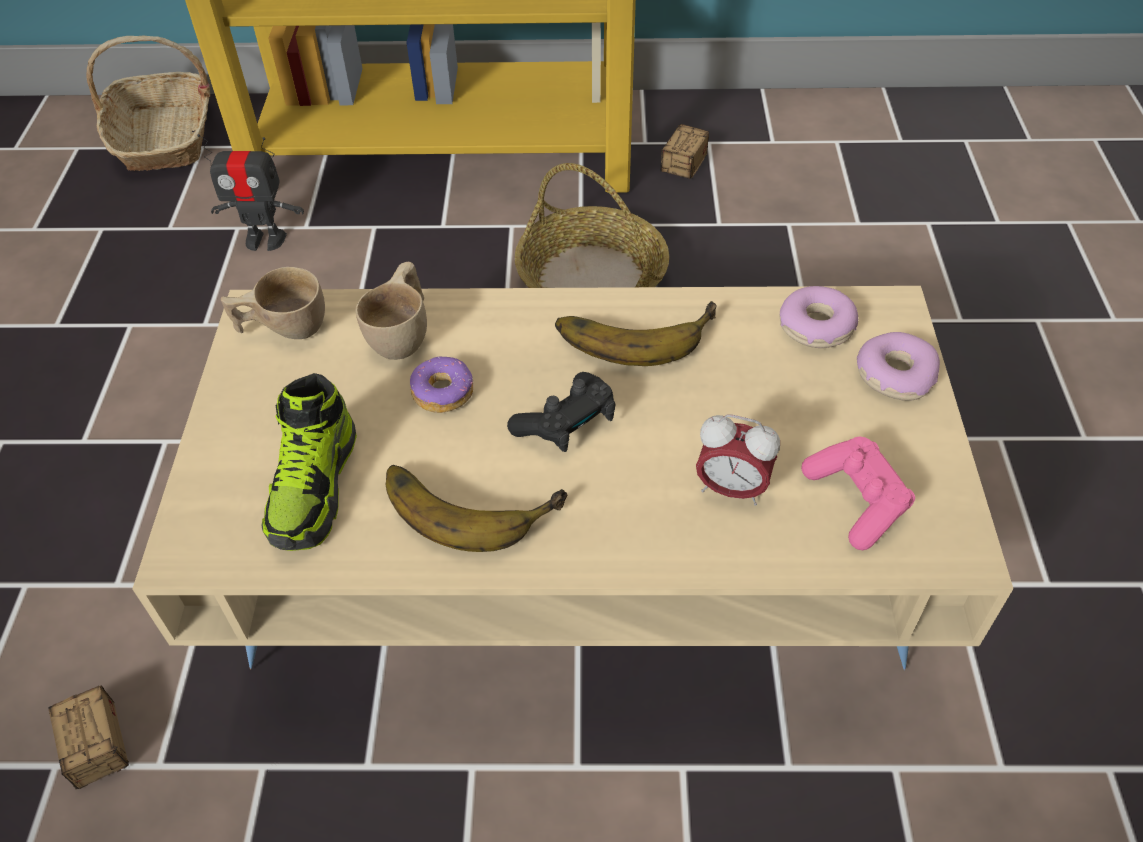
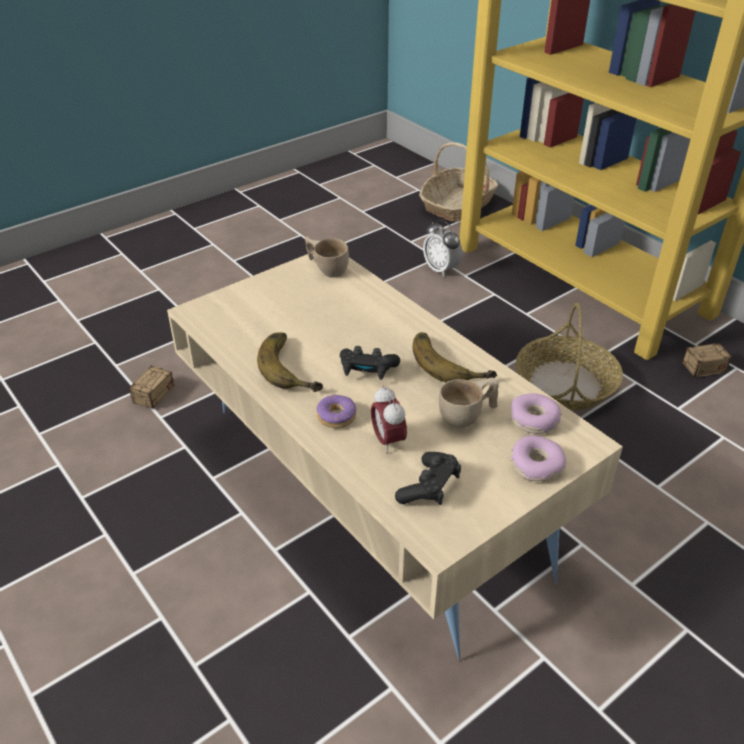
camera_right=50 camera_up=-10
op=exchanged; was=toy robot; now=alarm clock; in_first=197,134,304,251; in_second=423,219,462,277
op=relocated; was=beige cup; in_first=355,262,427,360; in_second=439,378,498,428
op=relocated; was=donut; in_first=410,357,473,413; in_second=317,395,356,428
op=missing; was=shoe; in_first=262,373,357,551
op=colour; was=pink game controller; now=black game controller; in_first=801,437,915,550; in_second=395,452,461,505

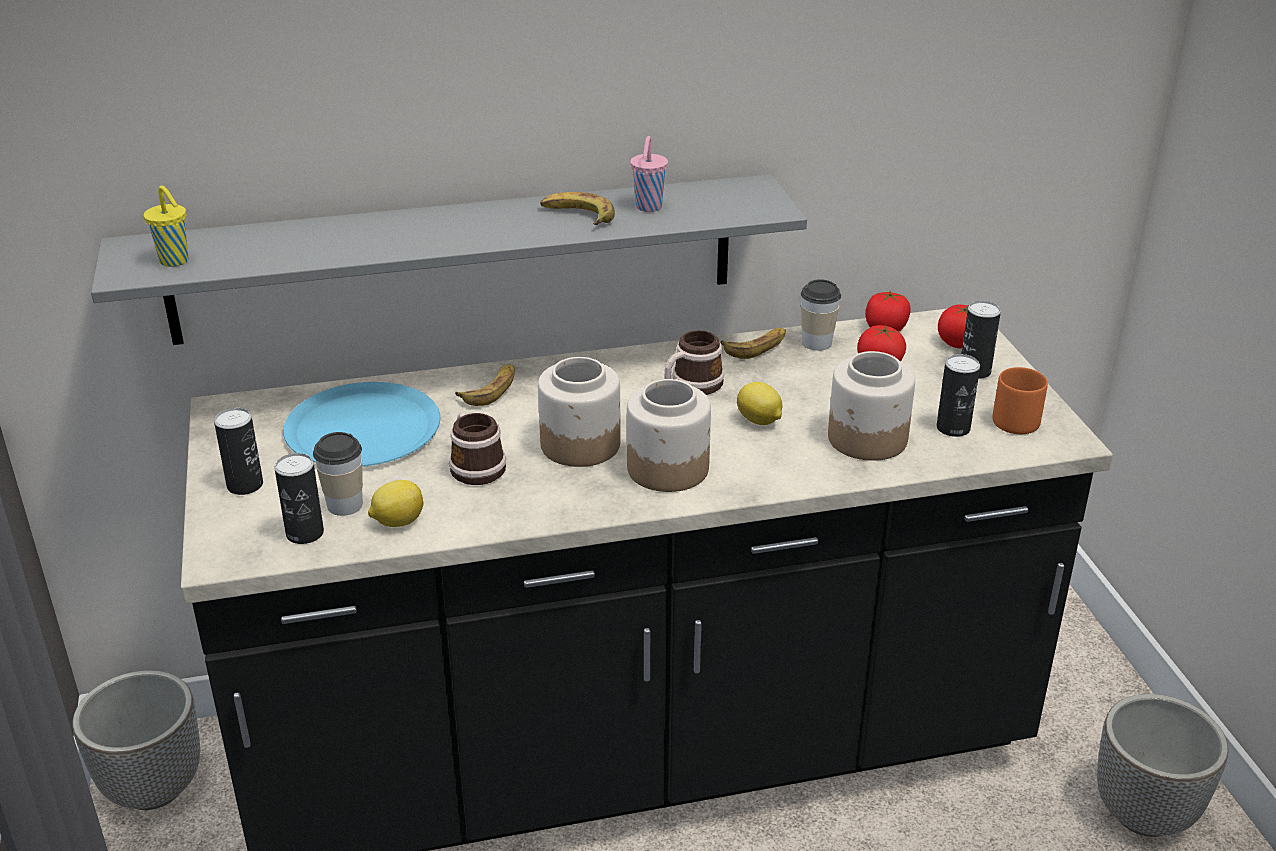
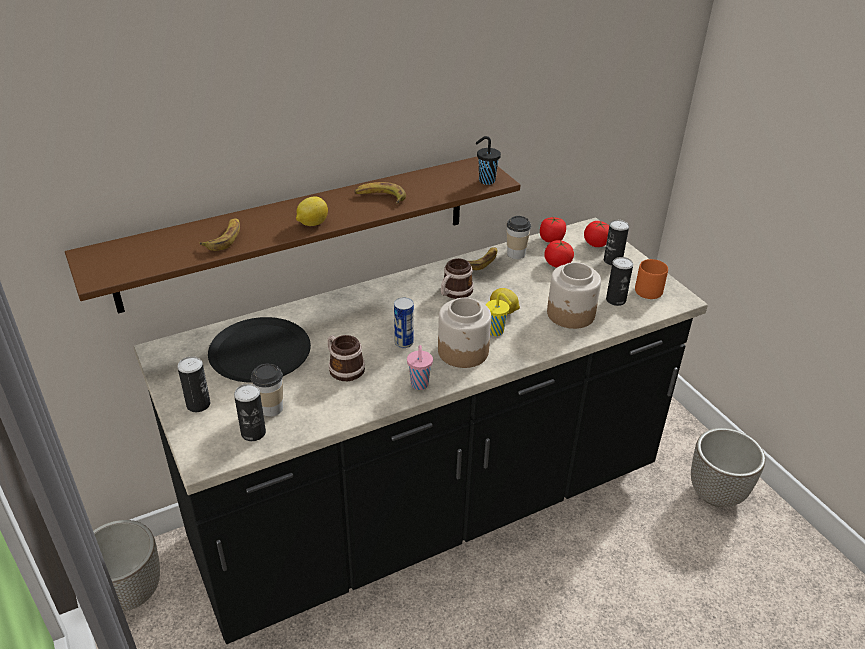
camera_right=-15 camera_up=5
op=relocated; was=pink cup; in_first=630,136,668,212; in_second=407,345,433,390
op=colour; was=grey shelf; now=brown shelf; in_first=91,174,807,345; in_second=65,157,520,314
op=relocated; was=yellow cup; in_first=144,186,189,267; in_second=486,293,512,336
op=exchanged; was=jar; now=can; in_first=538,357,621,467; in_second=394,297,414,348
op=relocated; was=banana; in_first=455,365,515,406; in_second=199,218,240,251
op=colour; was=blue plate; now=black plate; in_first=283,382,440,467; in_second=208,317,311,383
op=relocated; was=lemon; in_first=368,480,424,527; in_second=296,197,328,226
op=appeared; now=black cup; in_second=476,136,501,185

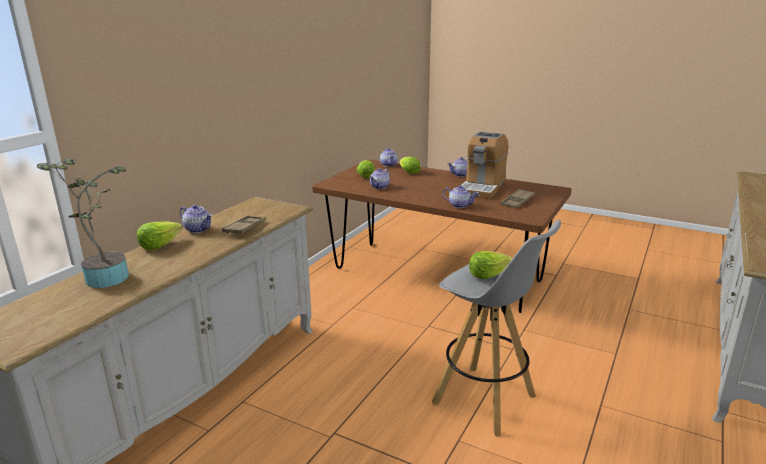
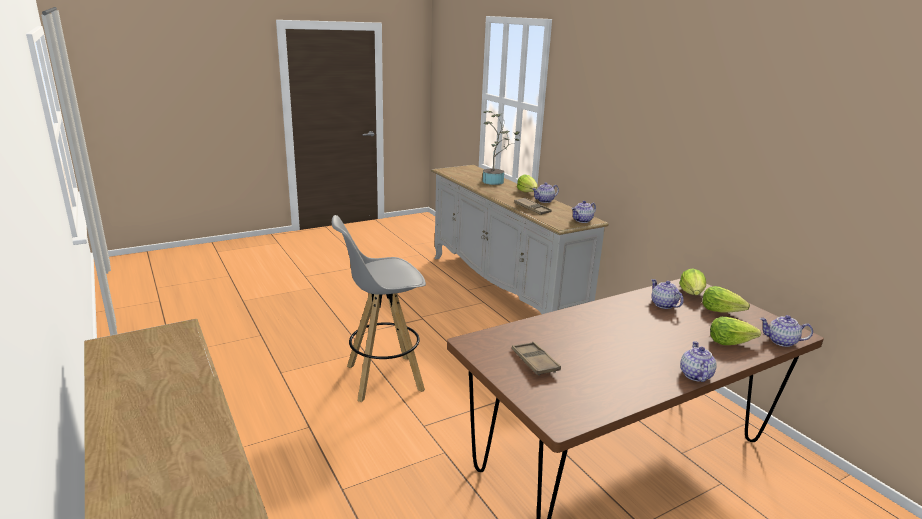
camera_right=120 camera_up=0
op=missing; was=coffee machine; in_first=462,131,508,199
op=relocated; was=teapot; in_first=443,185,478,208; in_second=571,201,596,223
op=relocated; was=lettuce; in_first=469,251,513,279; in_second=679,268,706,295

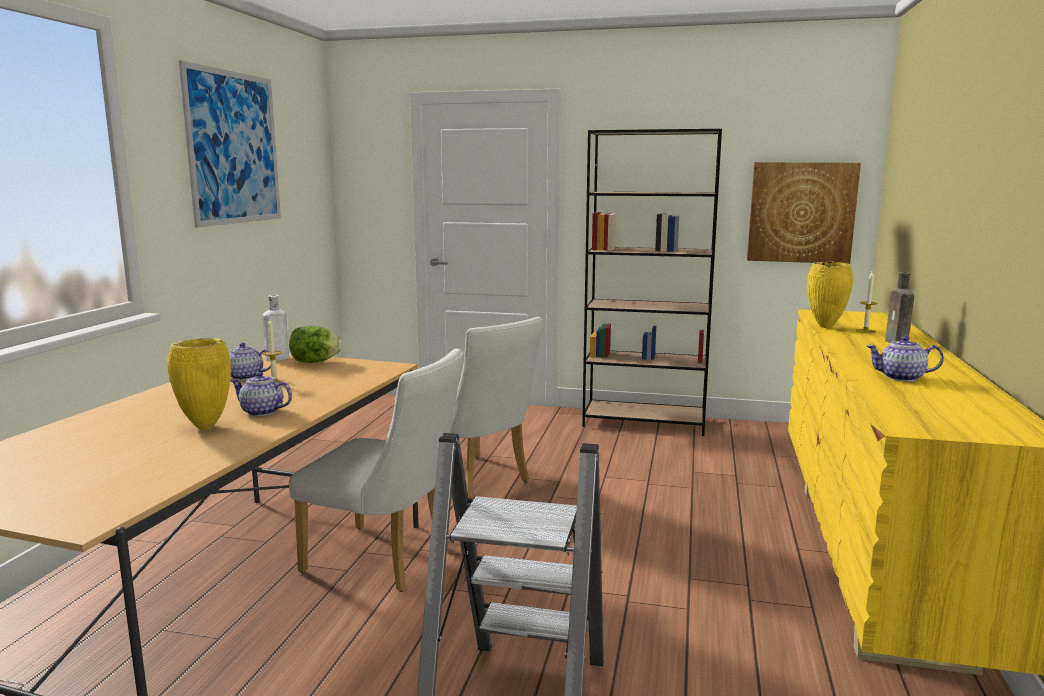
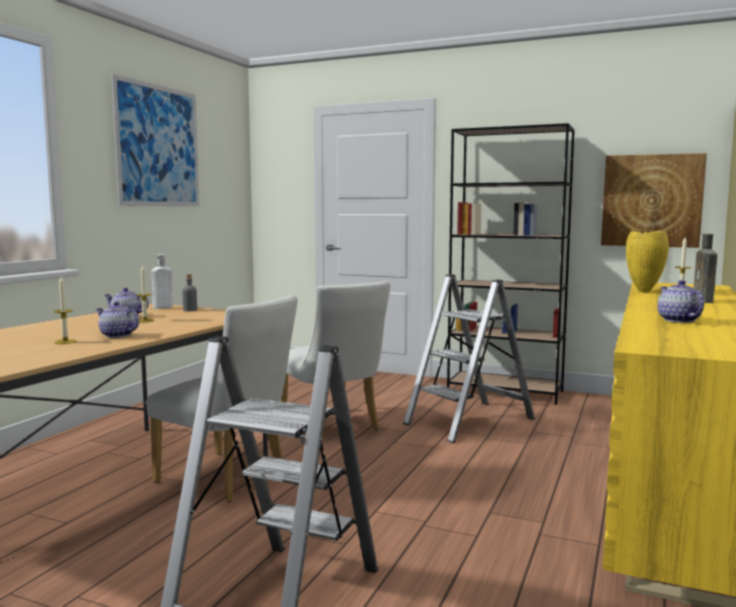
camera_right=10 camera_up=-5
op=exchanged; was=lettuce; now=grey bottle; in_first=289,326,342,363; in_second=182,274,197,311
op=spun; was=teapot; in_first=867,336,944,382; in_second=657,280,704,323; clockwise=60
op=exchanged; was=yellow vase; now=candle; in_first=167,338,231,430; in_second=54,277,77,344
op=appeared; now=grey step ladder; in_second=403,274,535,443

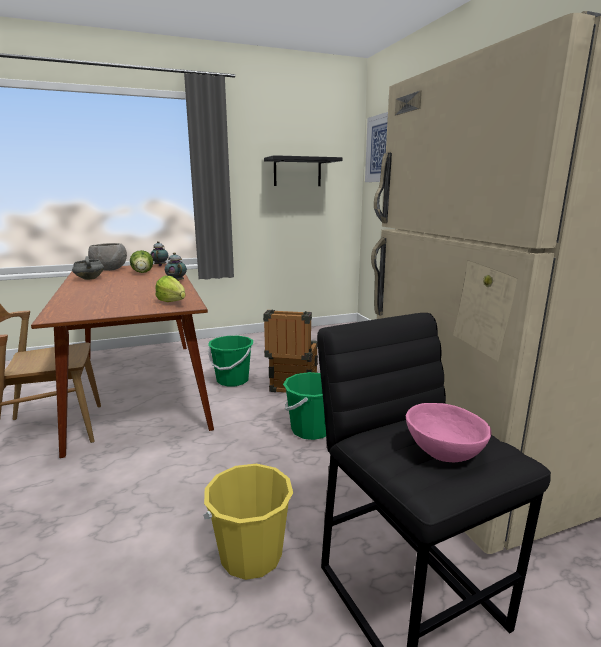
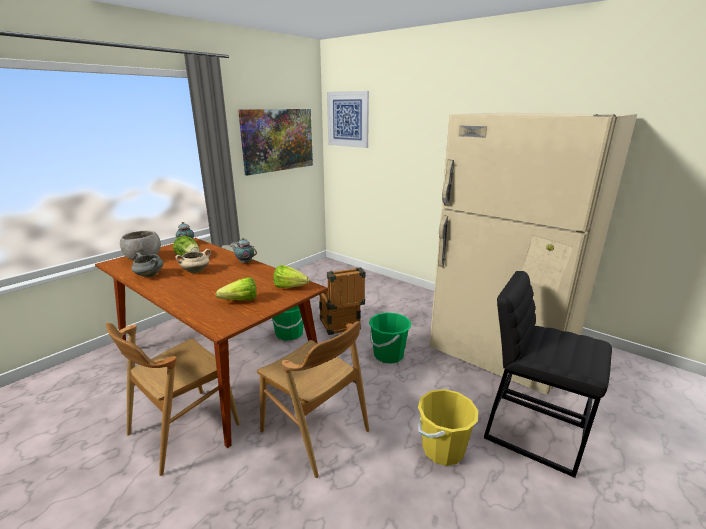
camera_right=-30 camera_up=5
op=exchanged; was=black shelf; now=picture; in_first=264,155,342,186; in_second=238,109,313,175
op=missing; was=pink bowl; in_first=406,403,491,462
op=appeared; now=beige cooking pot; in_second=175,249,211,273
op=appeared; now=lettuce; in_second=216,277,257,300
op=appeared; now=brown chair; in_second=257,321,369,478

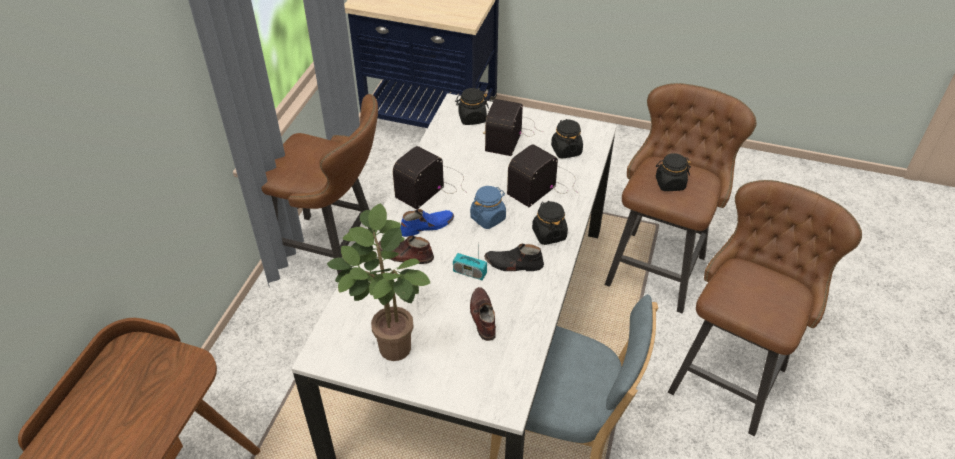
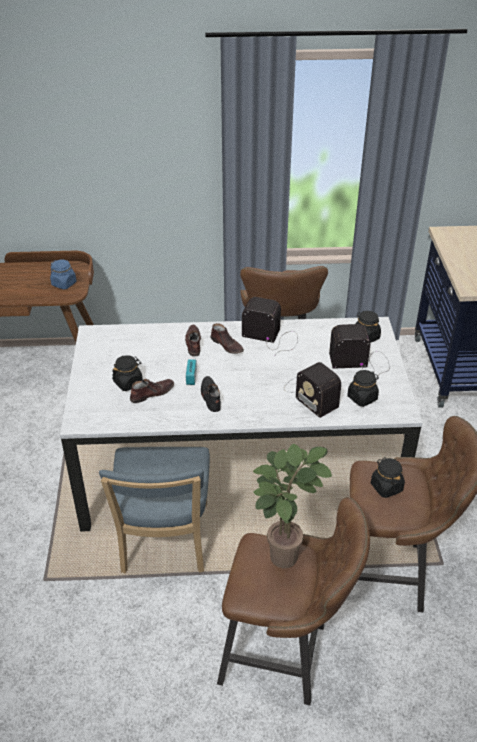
camera_right=70 camera_up=-5
op=spun; was=radio; in_first=507,144,579,207; in_second=284,362,341,418; clockwise=-150
op=relocated; was=blue jar; in_first=470,186,506,229; in_second=50,259,76,289
op=relocated; was=black jar; in_first=532,200,568,245; in_second=112,355,143,391
op=relocated; was=potted plant; in_first=327,203,430,361; in_second=253,444,332,568
op=colour; was=blue shoe; now=brown shoe; in_first=400,209,454,237; in_second=210,323,244,354

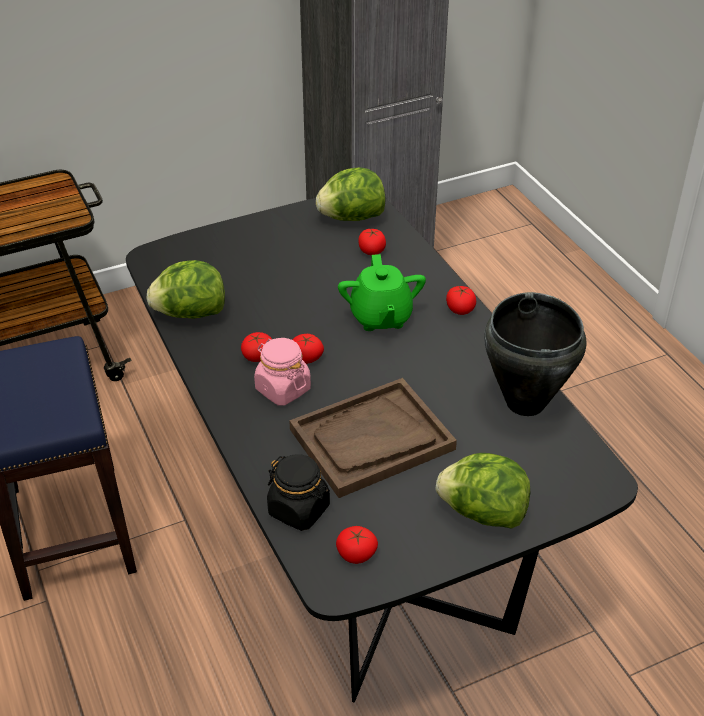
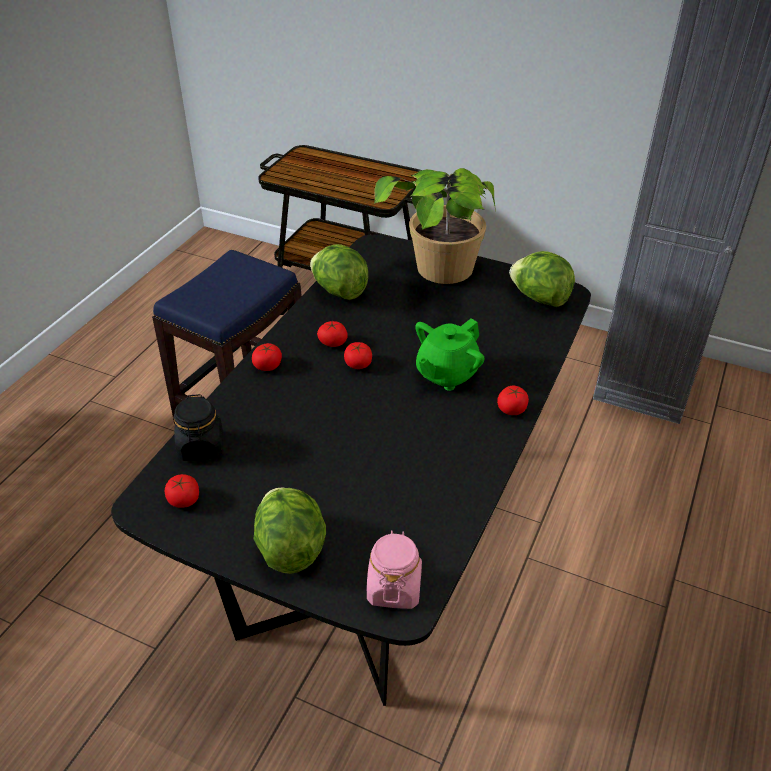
camera_right=50 camera_up=0
op=relocated; was=tomato; in_first=358,229,386,255; in_second=252,343,282,371
op=missing; was=black cooking pot; in_first=484,292,587,416
op=relocated; was=pink jar; in_first=254,338,311,405; in_second=367,530,422,609
op=missing; was=brown tray; in_first=289,378,457,498
op=appeared; now=potted plant; in_second=374,168,496,284

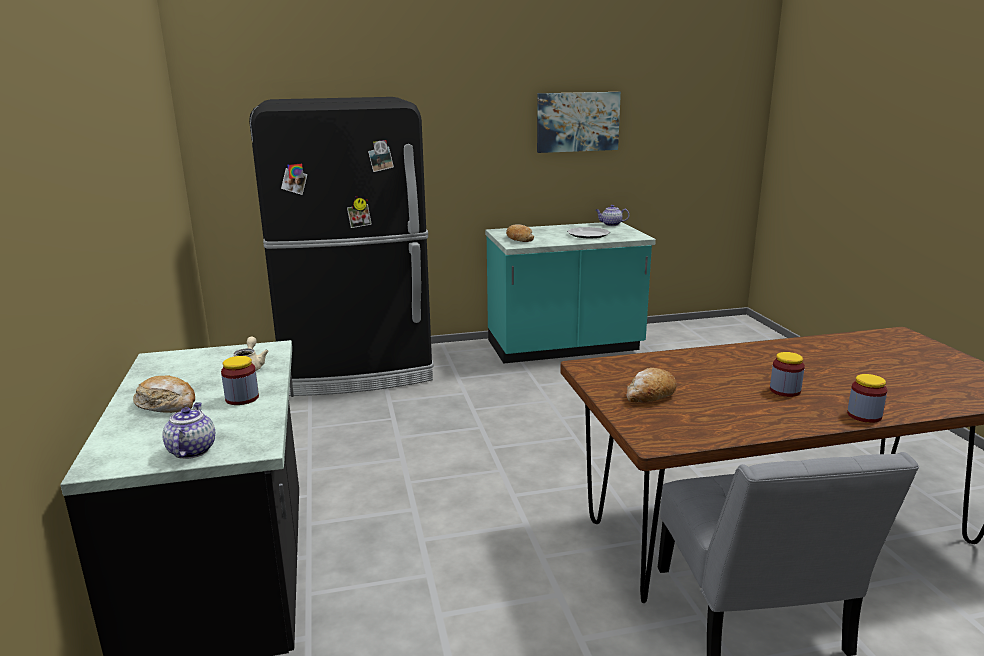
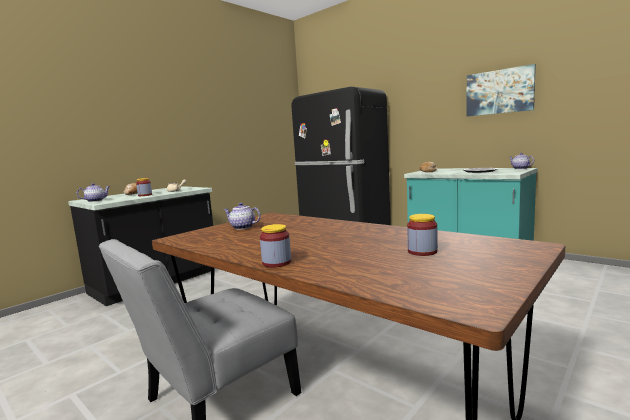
camera_right=55 camera_up=-10
op=relocated; was=jar; in_first=770,352,805,397; in_second=407,214,438,256
op=exchanged; was=bread; now=teapot; in_first=626,368,677,403; in_second=223,203,261,229

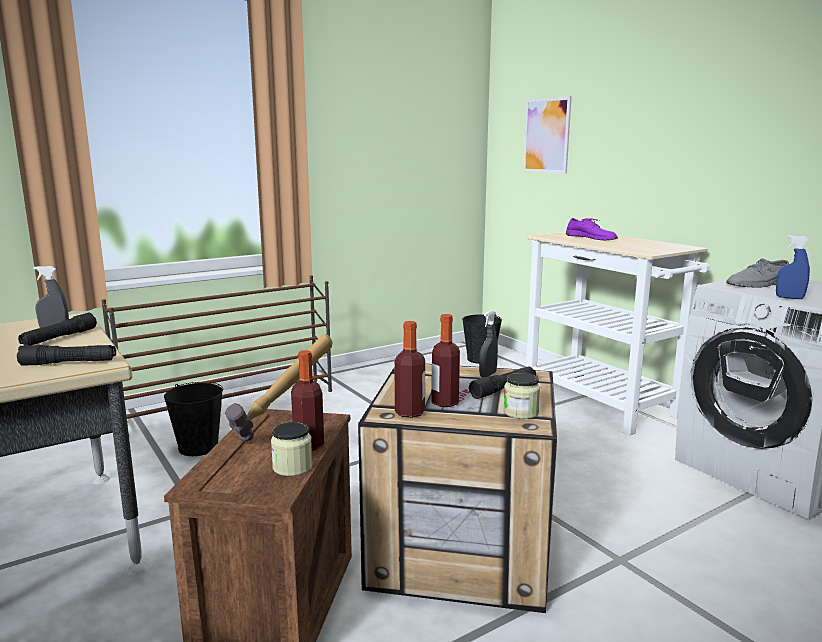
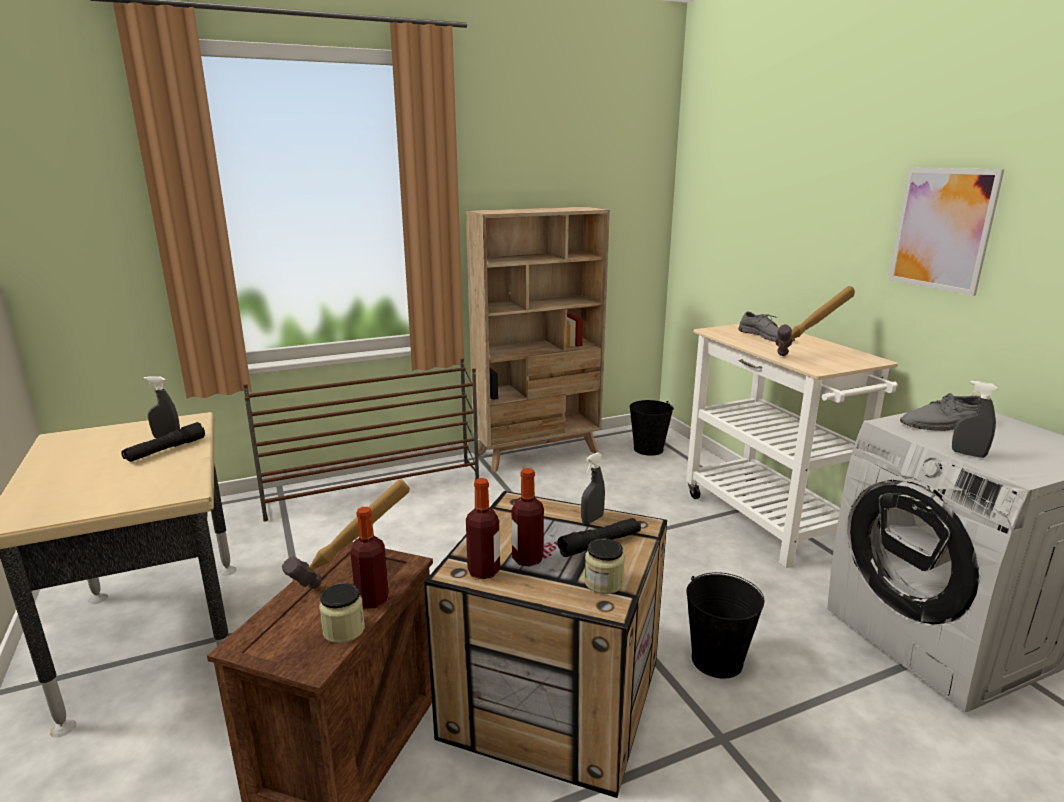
camera_right=10 camera_up=5
op=relocated; was=picture; in_first=523,96,572,174; in_second=889,167,1004,296
op=colour; was=purple shoe; now=grey shoe; in_first=566,218,618,240; in_second=739,311,795,342
op=colour; was=blue spray bottle; now=grey spray bottle; in_first=776,235,810,299; in_second=952,381,998,458
op=missing; was=black flashlight; in_first=17,345,116,366
op=relocated; was=black bucket; in_first=164,382,223,456; in_second=686,572,764,679
op=appeared; now=beige bookcase; in_second=466,207,610,472
op=appeared; now=hammer; in_second=776,286,855,356

